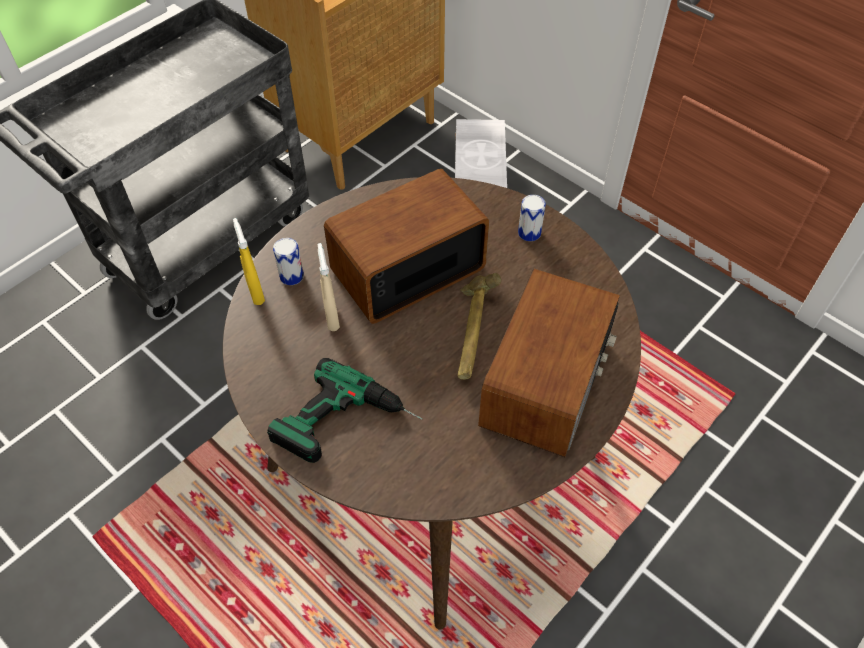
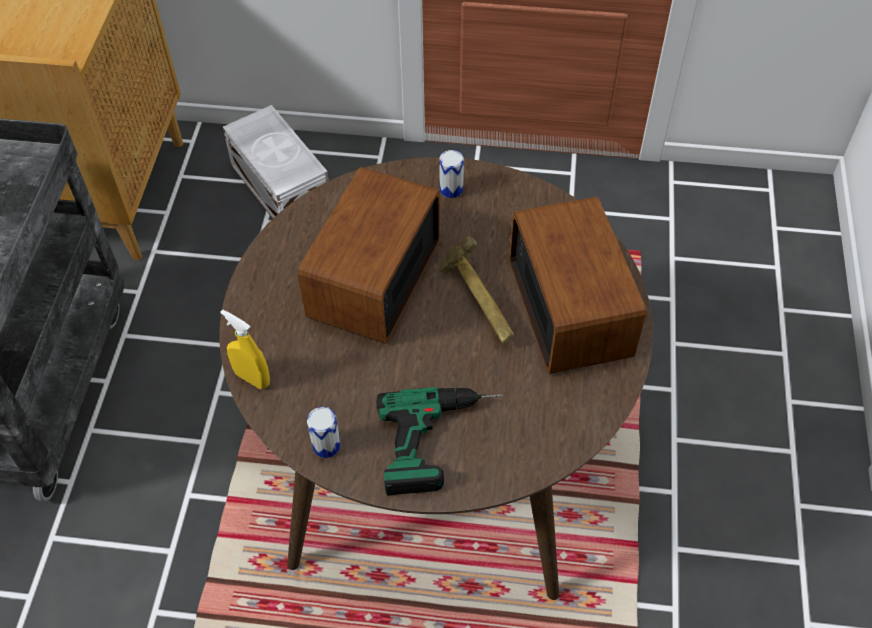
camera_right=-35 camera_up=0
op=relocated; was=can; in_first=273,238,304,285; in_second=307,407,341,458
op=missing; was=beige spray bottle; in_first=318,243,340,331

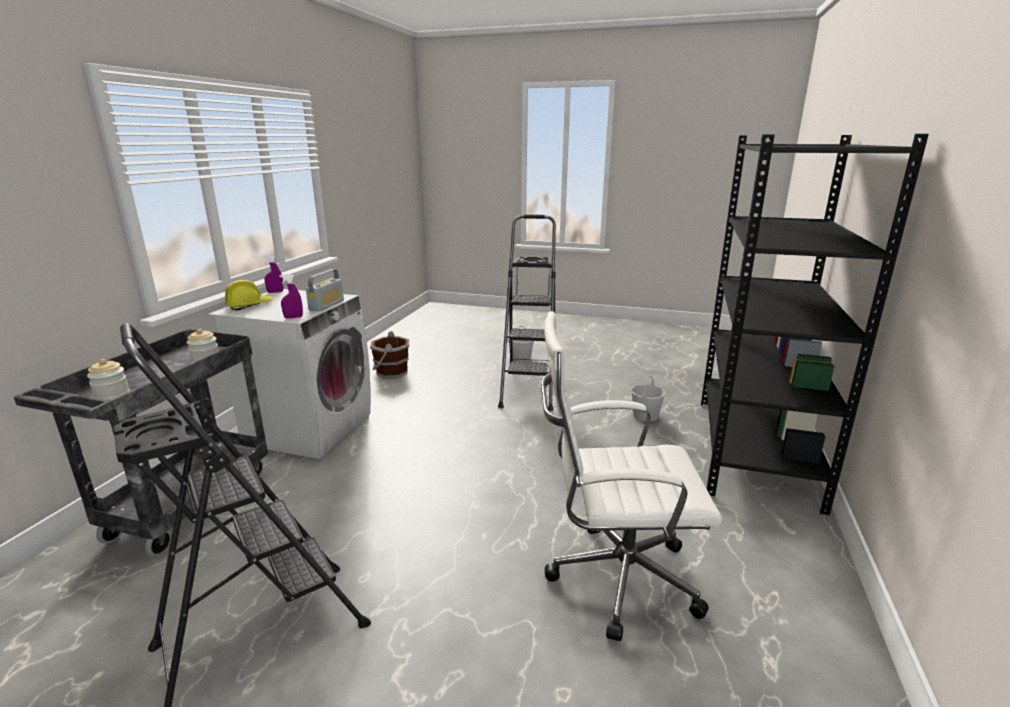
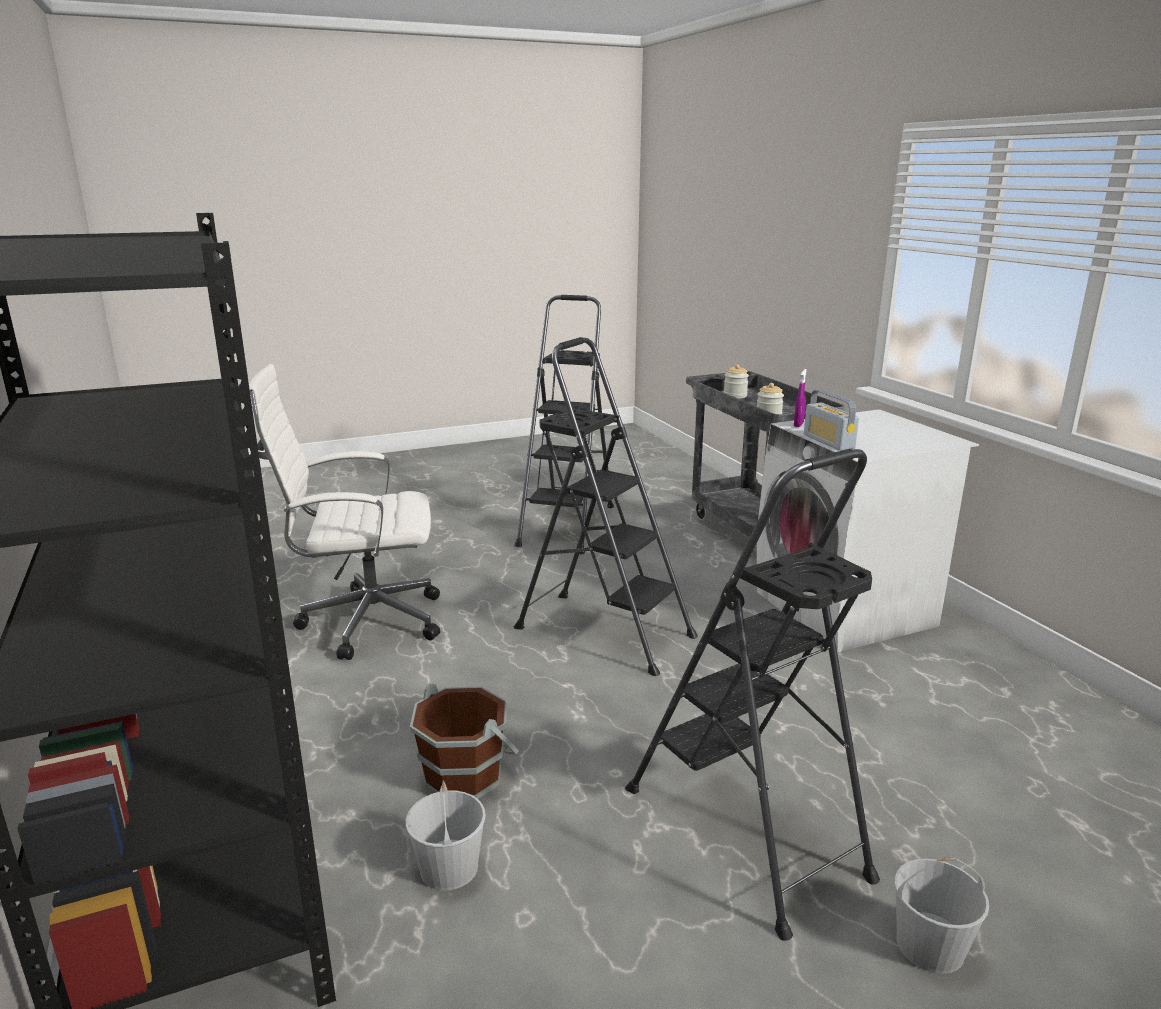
camera_right=140 camera_up=0
op=missing; was=purple spray bottle; in_first=263,255,283,293
op=missing; was=yellow hard hat; in_first=225,280,273,311
op=spun; was=white office chair; in_first=541,311,722,641; in_second=249,364,440,660; clockwise=-150
op=relocated; was=brown bucket; in_first=370,331,410,378; in_second=410,683,519,799
op=appeared; now=step ladder; in_second=514,337,698,676

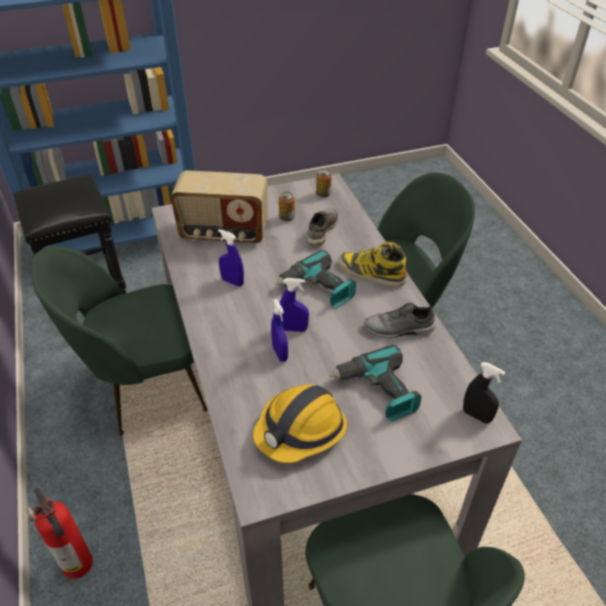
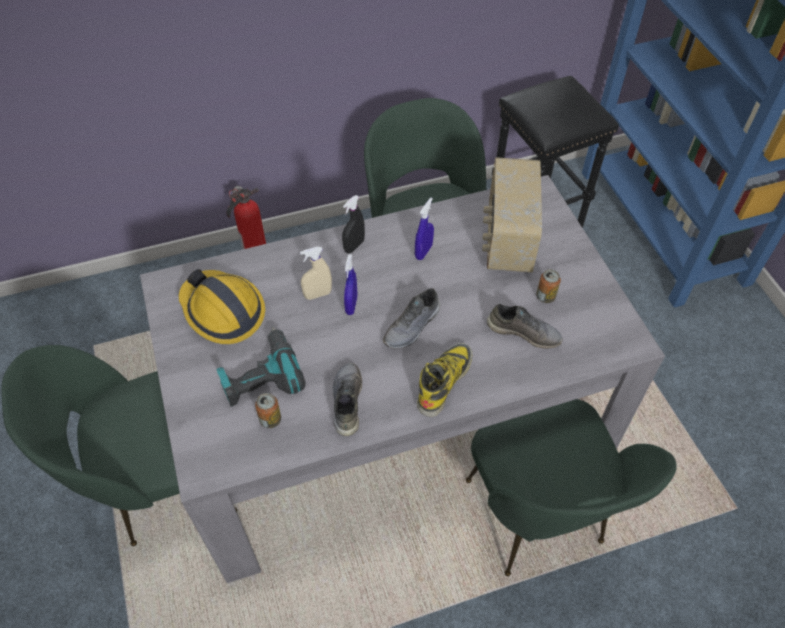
camera_right=90 camera_up=10
op=relocated; was=can; in_first=316,169,332,198; in_second=255,393,281,428
op=exchanged; was=power drill; now=grey shoe; in_first=275,250,356,308; in_second=383,288,440,349
op=colour; was=blue spray bottle; now=beige spray bottle; in_first=271,299,288,362; in_second=300,247,332,300
op=relocated; was=black spray bottle; in_first=463,362,506,423; in_second=342,195,365,253

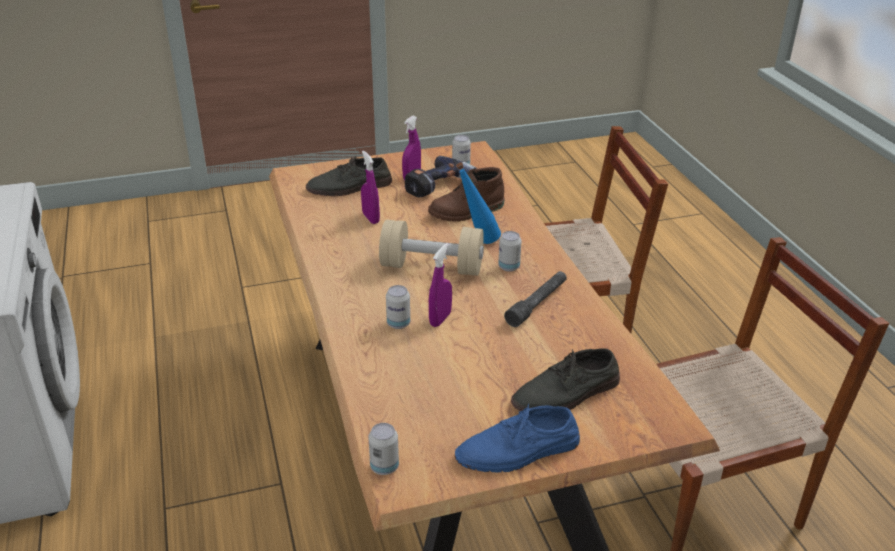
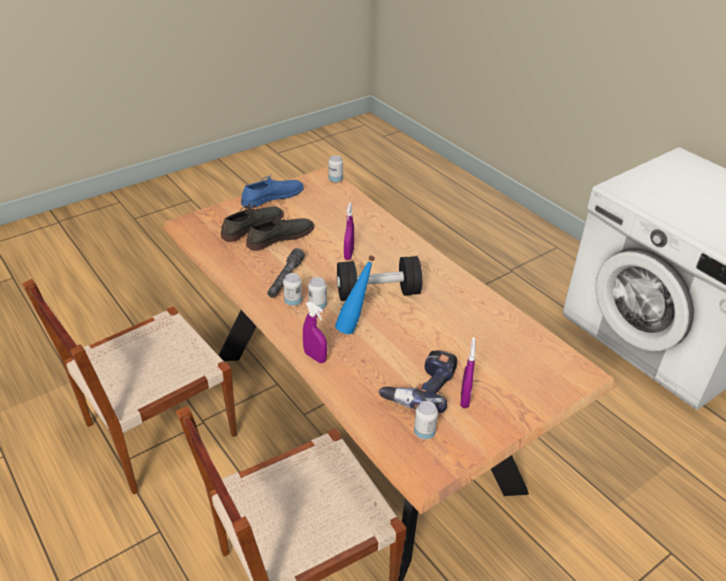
camera_right=160 camera_up=5
op=relocated; was=purple spray bottle; in_first=361,151,380,224; in_second=303,302,327,363
op=relocated; was=grey shoe; in_first=306,156,392,196; in_second=246,214,314,251
op=missing; was=brown boot; in_first=428,167,504,222
op=colour; was=beige dumbbell; now=black dumbbell; in_first=379,220,484,276; in_second=337,256,422,301
op=relocated; was=can; in_first=386,285,410,329; in_second=283,273,302,306

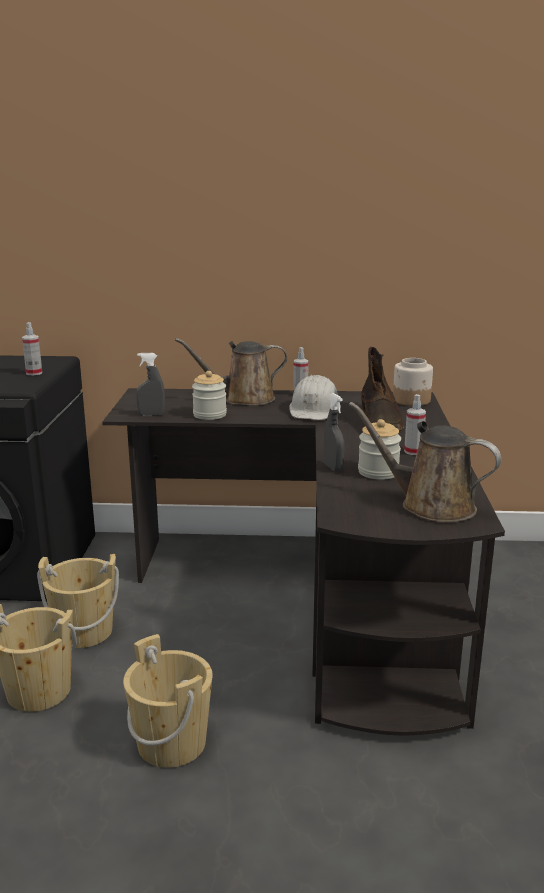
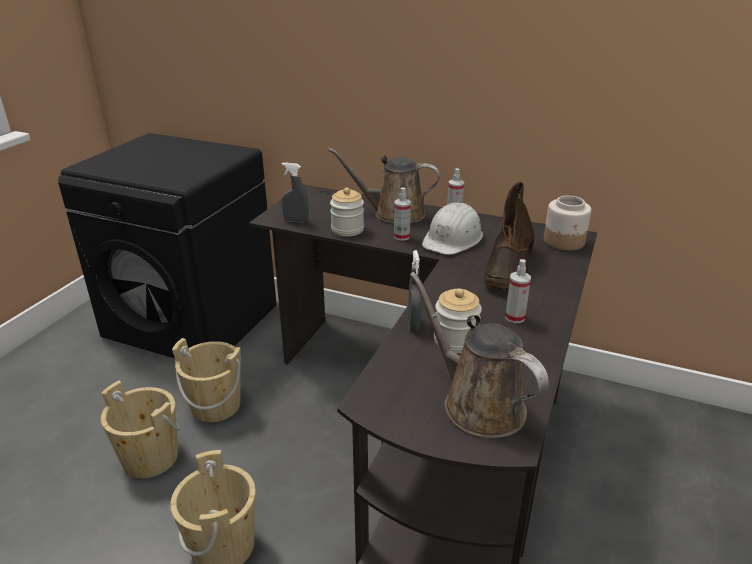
camera_right=20 camera_up=10
op=relocated; was=spray bottle; in_first=22,322,42,375; in_second=394,187,411,241

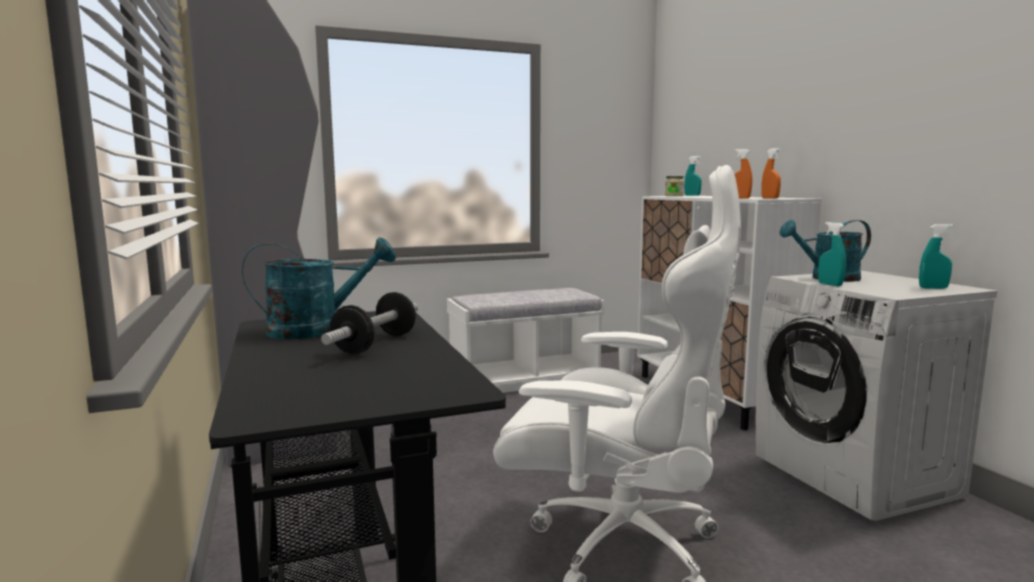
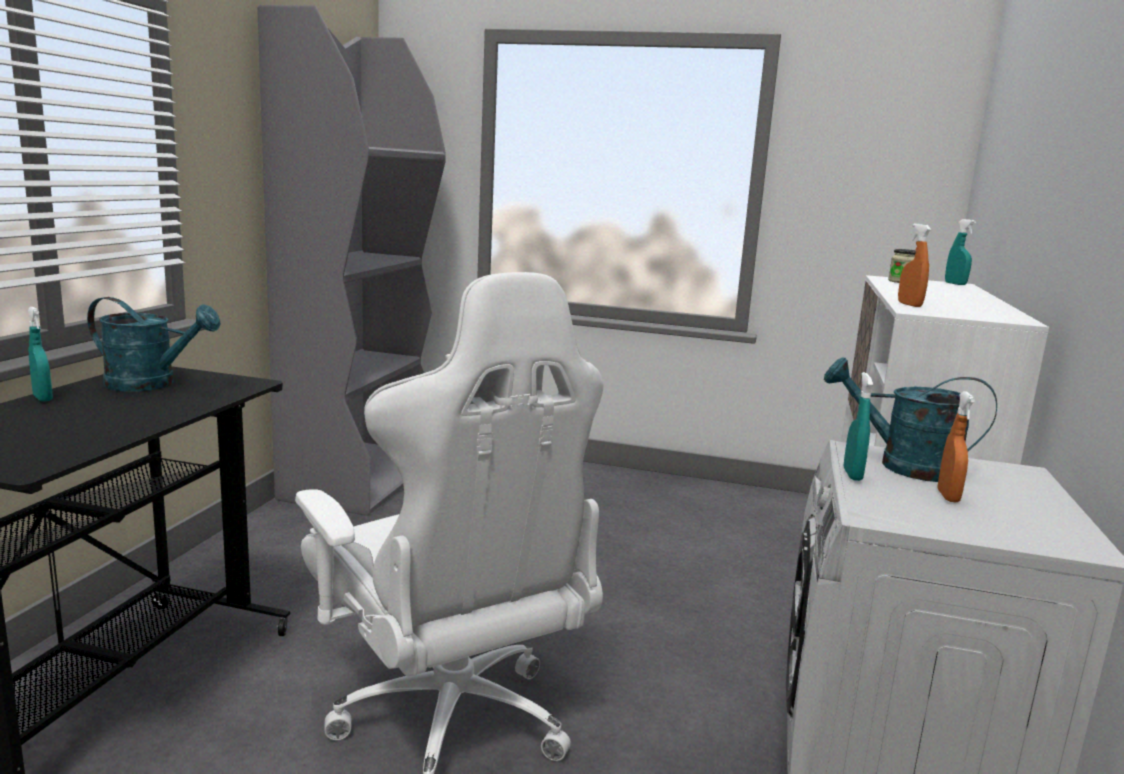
camera_right=35 camera_up=5
op=relocated; was=orange spray bottle; in_first=761,148,781,199; in_second=937,391,975,502
op=relocated; was=turquoise spray bottle; in_first=919,224,953,289; in_second=28,307,53,401
op=missing; was=white bench; in_first=447,288,605,393
op=missing; was=dumbbell; in_first=321,292,418,354

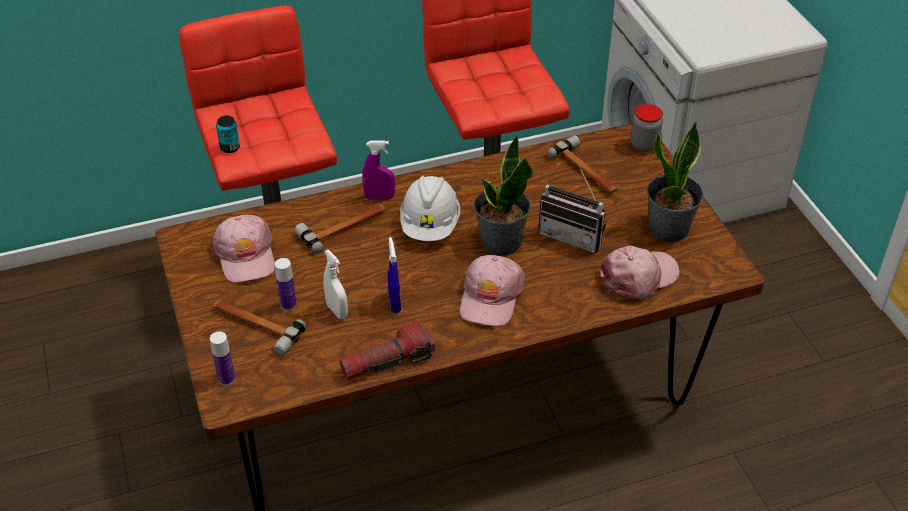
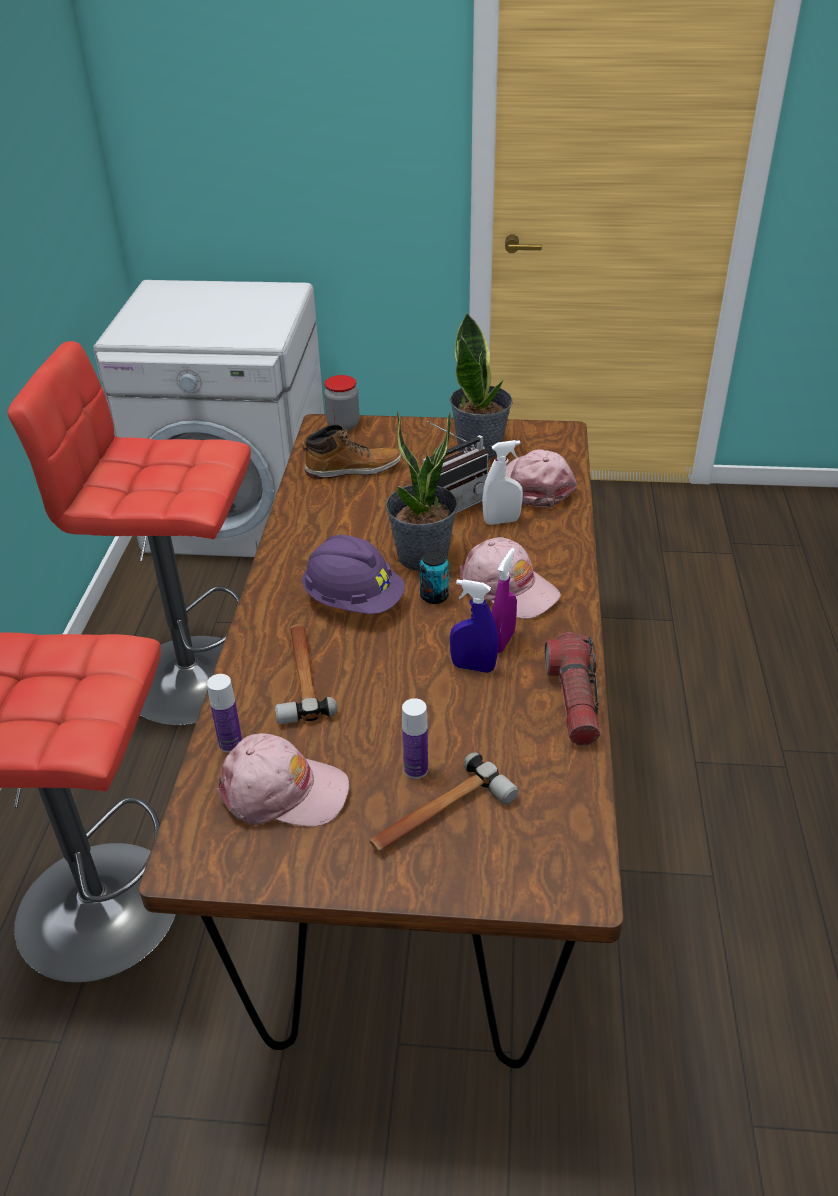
camera_right=-65 camera_up=-5
op=relocated; was=can; in_first=216,115,240,153; in_second=420,550,449,604
op=exchanged; was=hammer; now=boot; in_first=547,136,618,192; in_second=302,424,401,479
op=relocated; was=purple spray bottle; in_first=362,141,395,200; in_second=491,548,517,653
op=colour; was=white hard hat; now=purple hard hat; in_first=400,176,460,241; in_second=302,535,405,614
op=relocated; was=white spray bottle; in_first=323,250,348,319; in_second=482,440,523,525
op=relocated; was=bottle; in_first=210,331,235,385; in_second=207,674,242,753

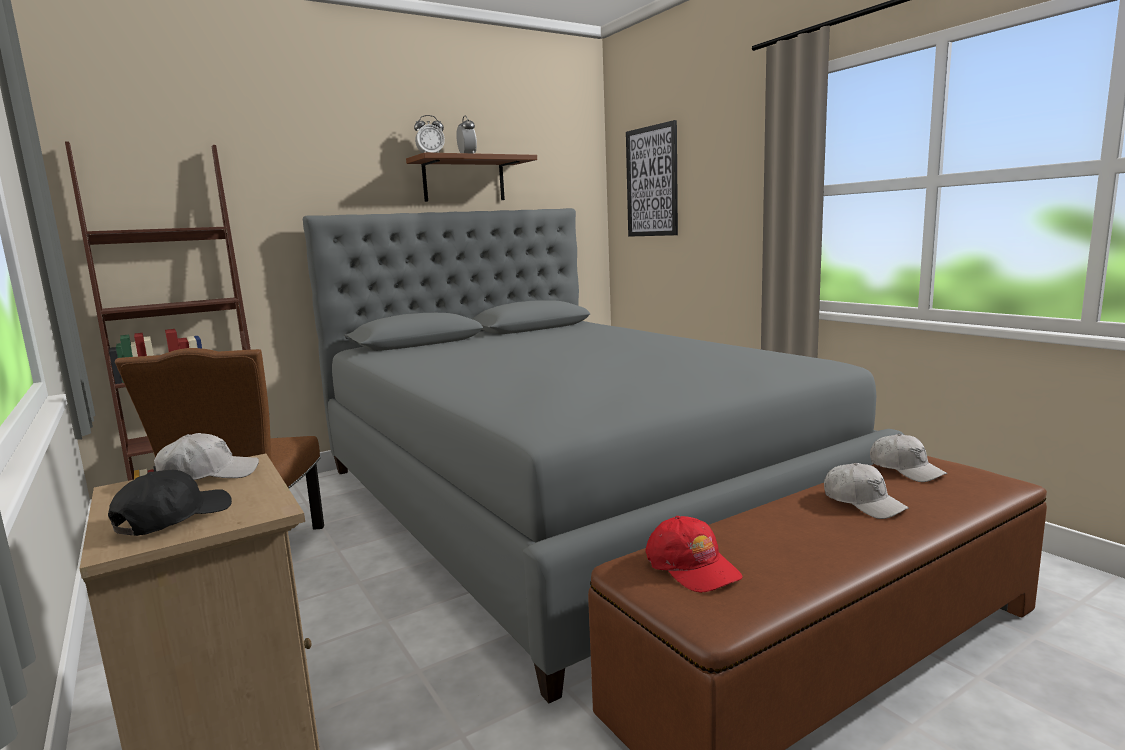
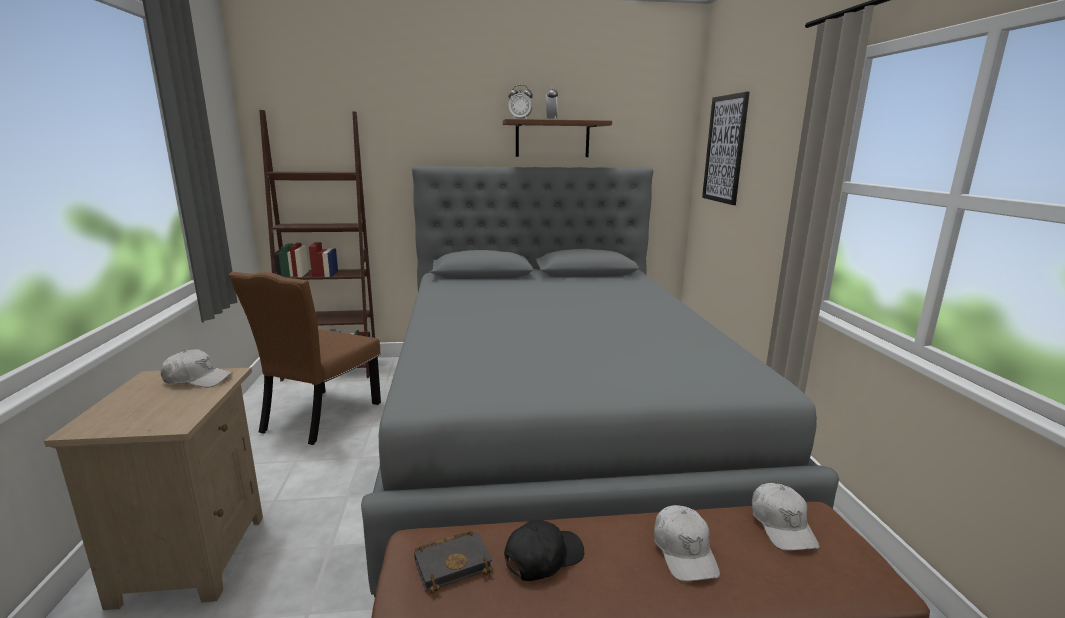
camera_right=25 camera_up=5
op=relocated; was=black cap; in_first=108,470,232,536; in_second=504,519,584,581
op=exchanged; was=red cap; now=black book; in_first=645,516,743,593; in_second=414,531,493,593

